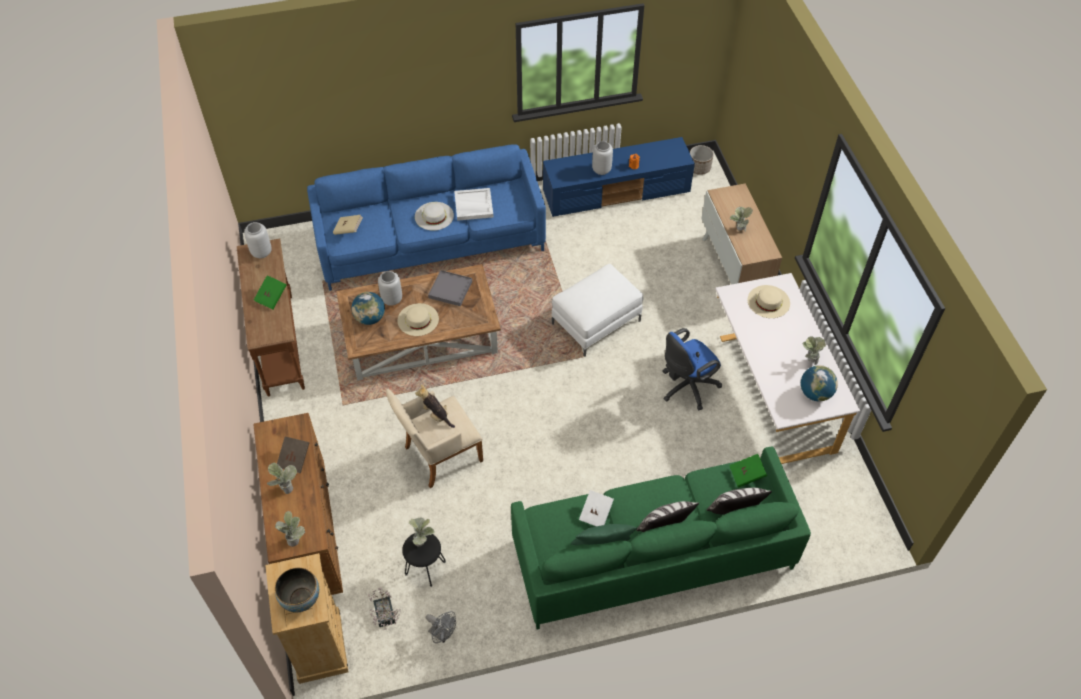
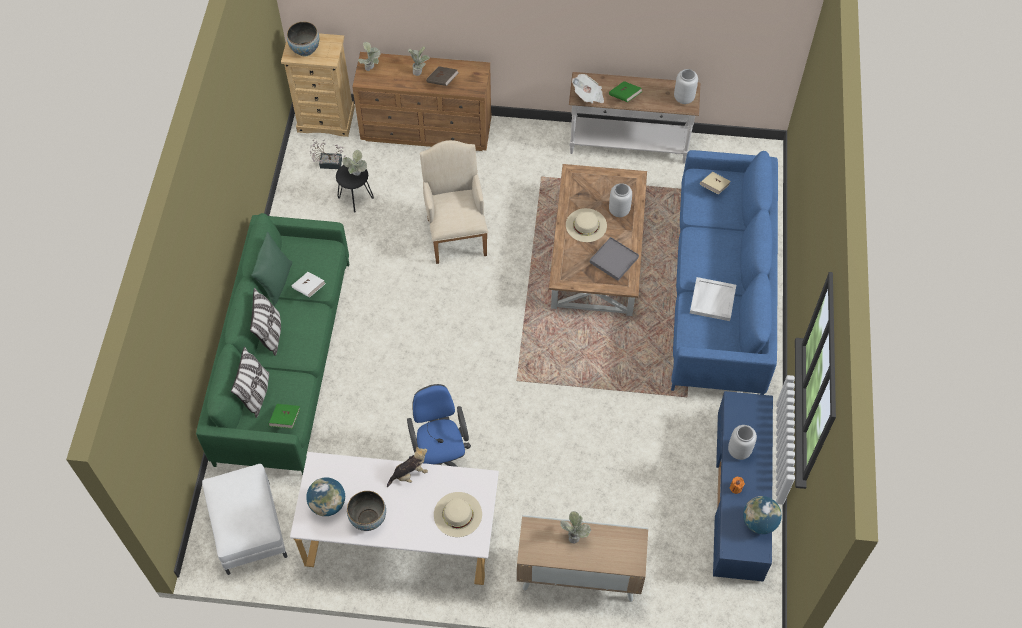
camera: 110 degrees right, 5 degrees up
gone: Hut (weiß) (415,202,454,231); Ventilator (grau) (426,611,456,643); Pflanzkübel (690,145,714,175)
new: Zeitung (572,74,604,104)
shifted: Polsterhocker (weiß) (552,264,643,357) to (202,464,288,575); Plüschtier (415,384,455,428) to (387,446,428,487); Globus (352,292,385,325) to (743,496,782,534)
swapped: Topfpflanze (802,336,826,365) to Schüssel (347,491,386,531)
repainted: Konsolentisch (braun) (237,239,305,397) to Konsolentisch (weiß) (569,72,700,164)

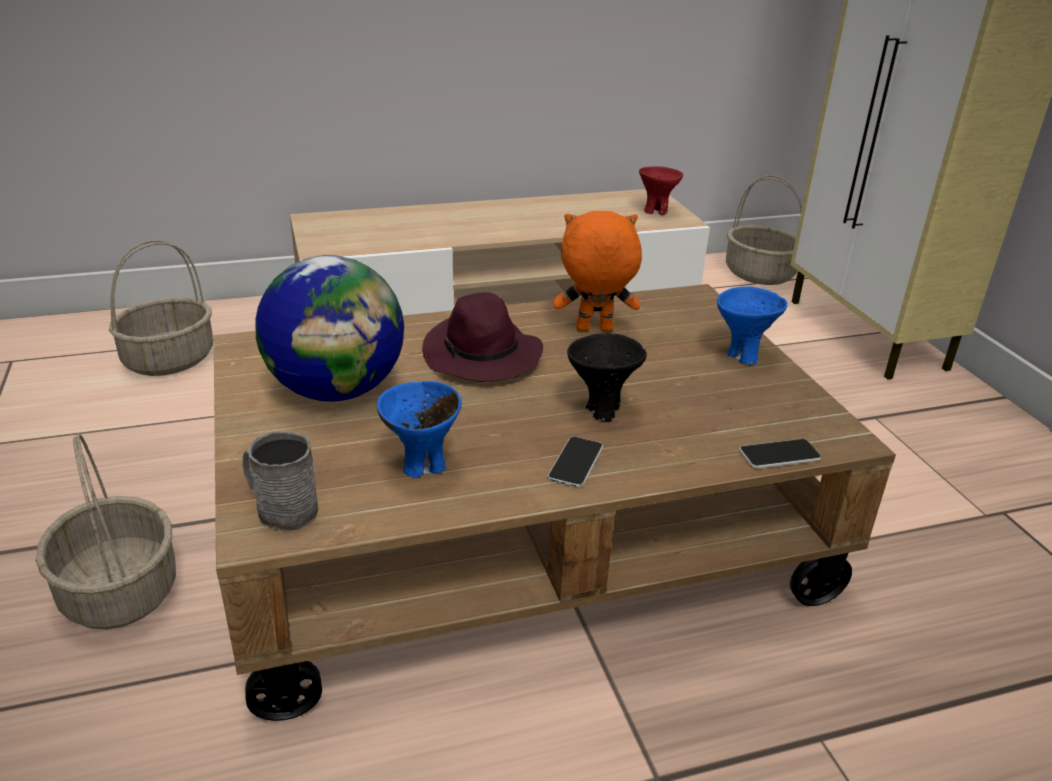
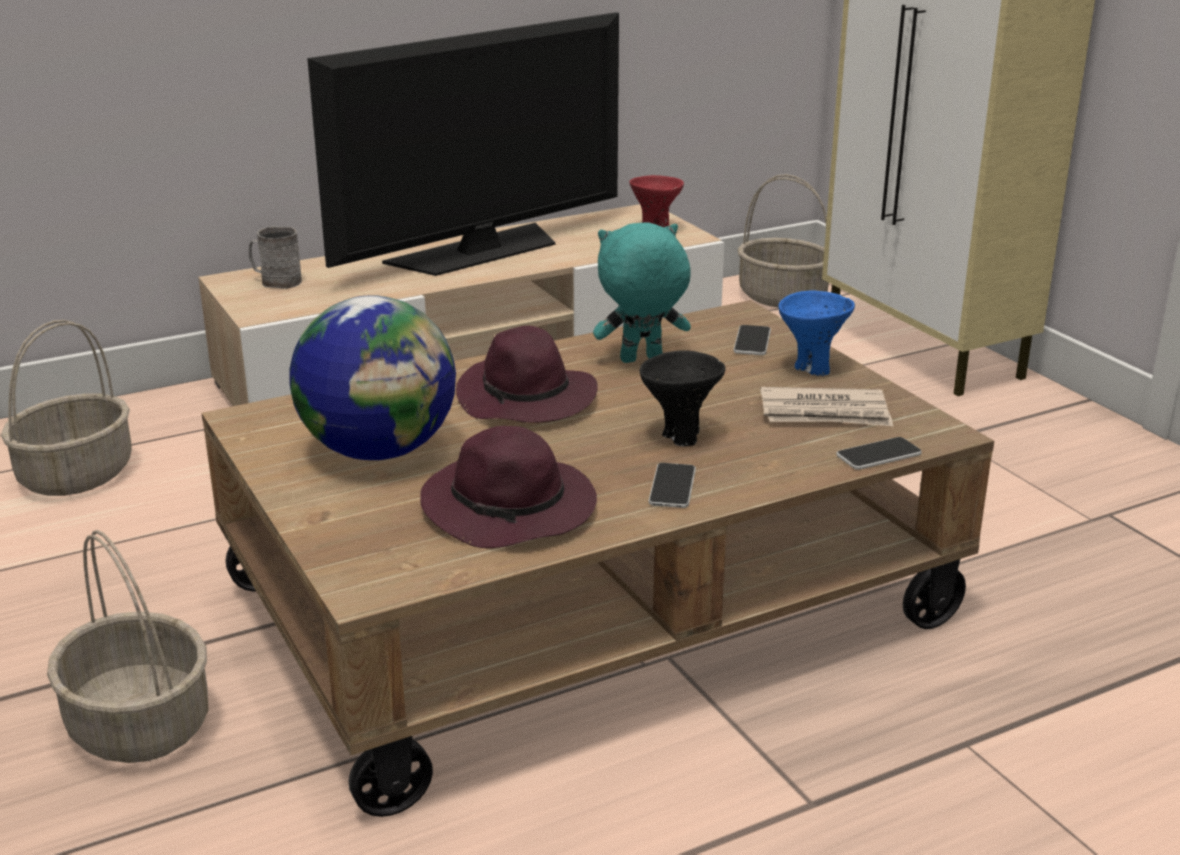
camera: 10 degrees left, 5 degrees down
new: Fernseher (307,12,619,276); Handy (733,325,771,355); Zeitung (760,387,893,426)
shifted: Henkelbecher (grau) (243,431,318,531) to (249,226,302,289)
swapped: Schüssel (blau) (377,381,462,478) to Hut (lila) (420,426,597,548)
repainted: Plüschtier (orange) (553,211,642,331) to Plüschtier (türkis) (593,222,691,363)

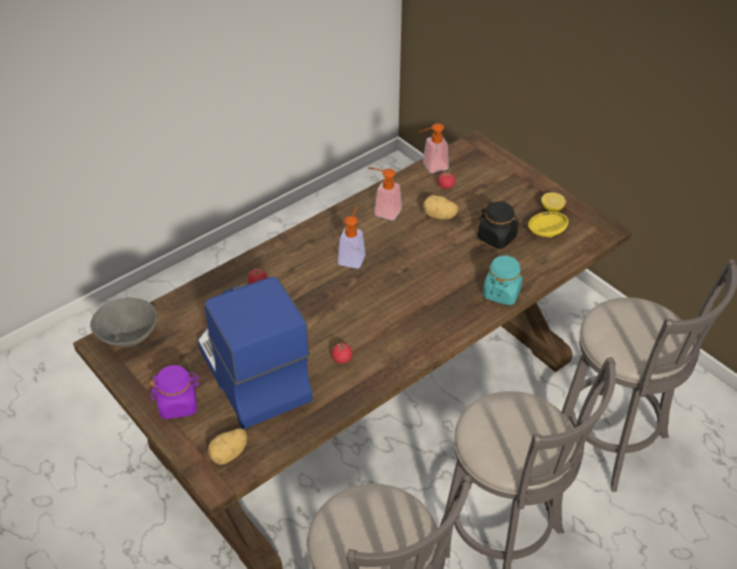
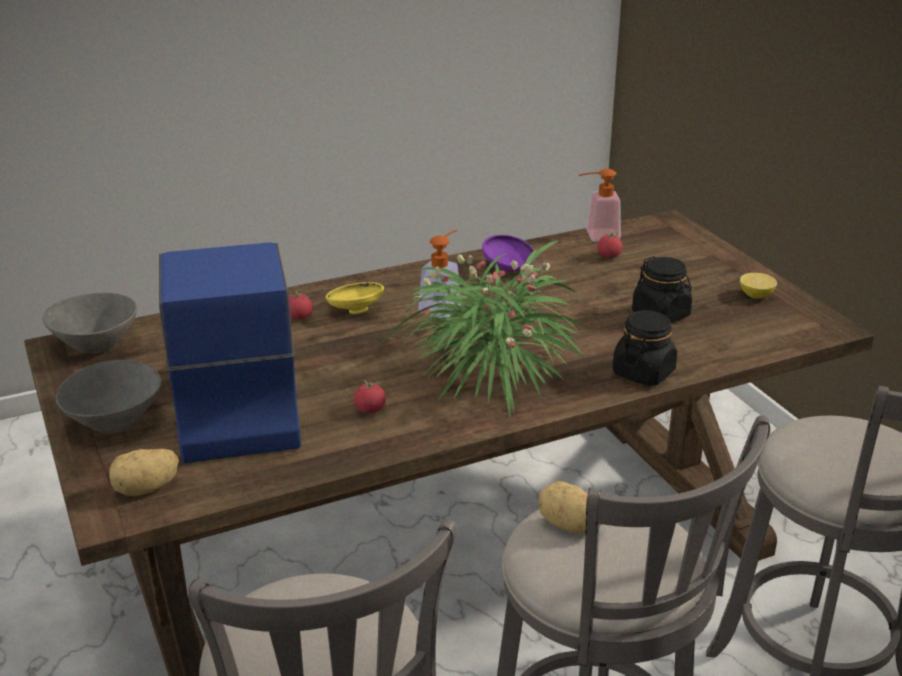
camera: 15 degrees right, 15 degrees down
new: Topfpflanze (377,241,593,418)
shifted: Schüssel (gelb) (528,211,568,237) to (326,282,384,314); Kartoffel (423,195,458,220) to (539,481,601,533)
swapped: Vorratsglas (lila) (150,365,200,419) to Schüssel (grau) (56,360,161,434); Seifenspender (368,168,402,220) to Schüssel (lila) (482,235,536,271)
repainted: Vorratsglas (türkis) (483,255,523,305) to Vorratsglas (schwarz) (612,310,677,386)

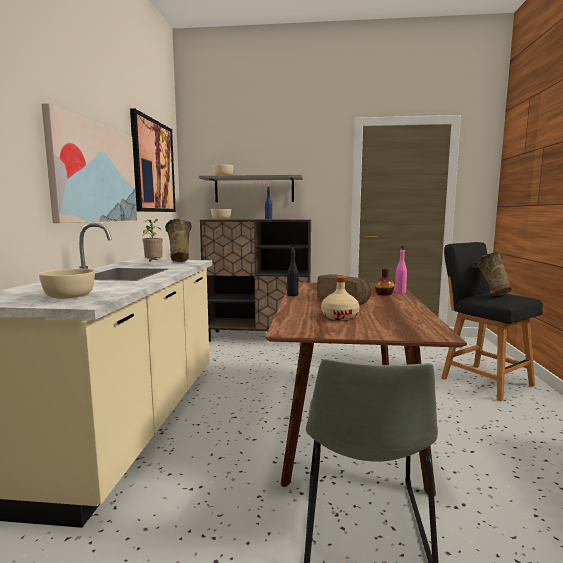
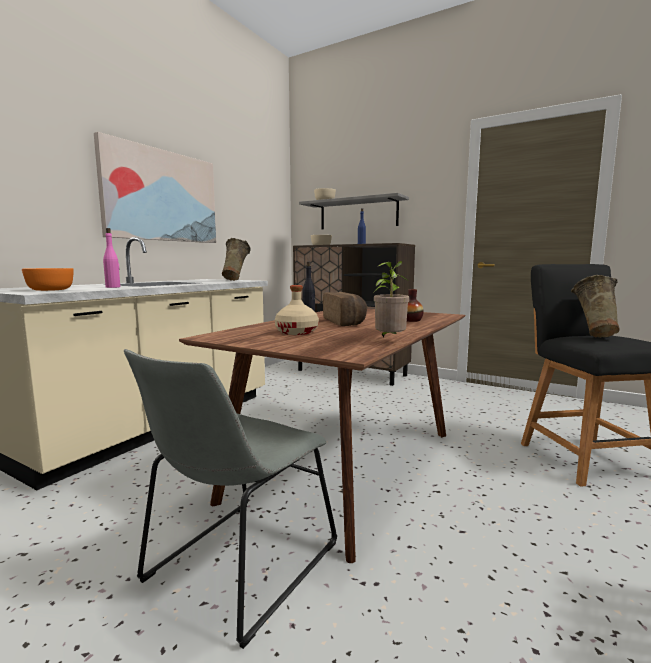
camera: 25 degrees right, 0 degrees up
gone: Bild (130,108,176,212)
shifted: Flasche (rosa) (395,246,407,293) to (103,228,120,288); Topfpflanze (142,219,163,263) to (373,261,409,338)
repainted: Schüssel (beige) (39,269,95,299) to Schüssel (orange) (22,268,74,291)

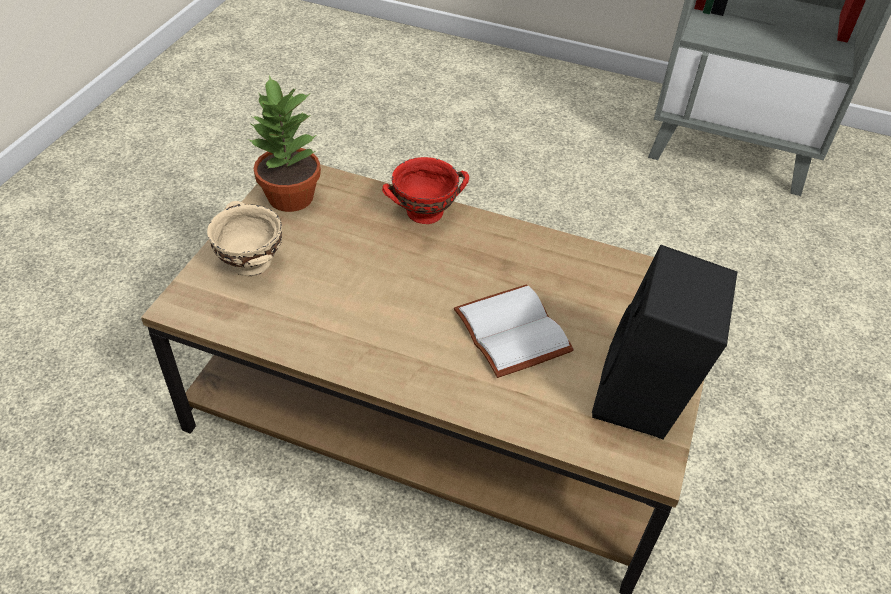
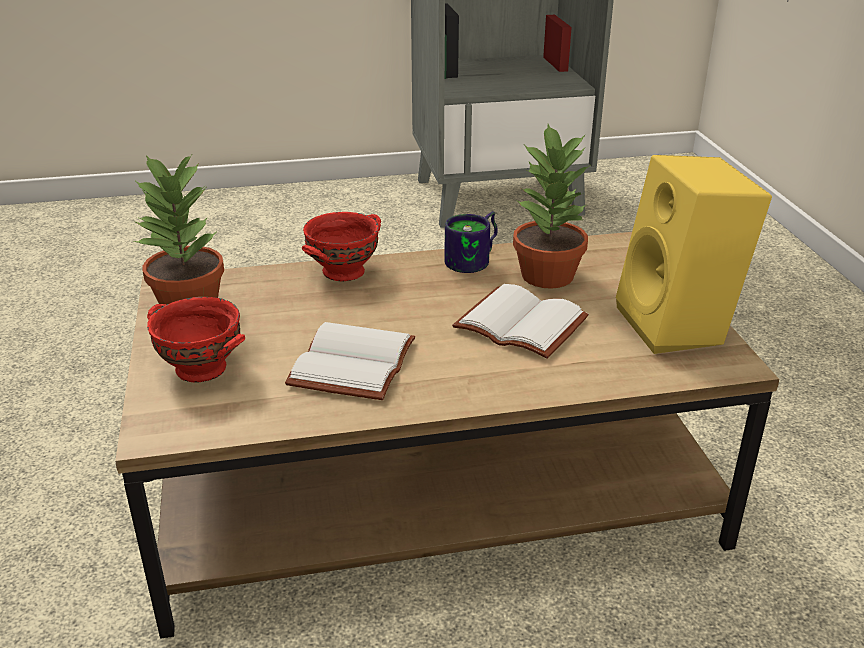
camera: 30 degrees left, 15 degrees down
new: Buch (weiß) (285,322,415,400); Henkelbecher (444,211,498,273); Topfpflanze (513,124,589,289)
repainted: Schüssel (beige) (207,201,282,276) to Schüssel (rot) (147,297,245,382); Lautsprecher (schwarz) (592,245,737,439) to Lautsprecher (gelb) (616,155,772,354)

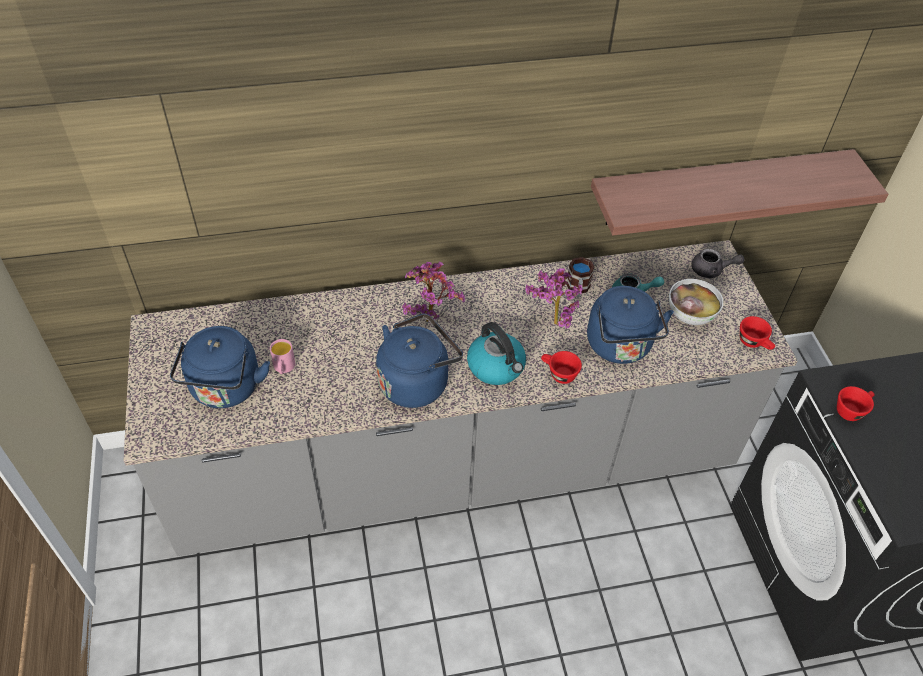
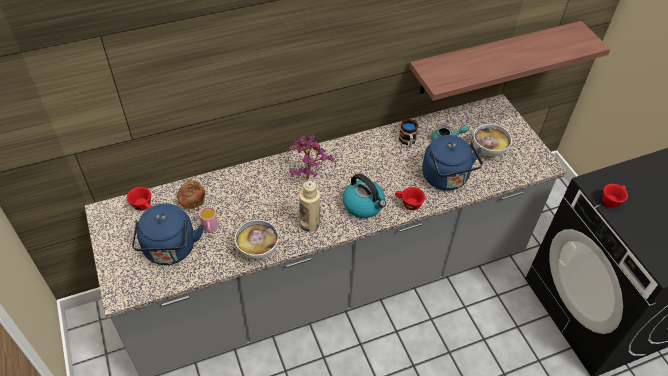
camera: 10 degrees left, 0 degrees up
gone: Topfpflanze (525,268,583,329); Teekanne (grau) (692,249,745,279)
new: Brot (177,180,205,209); Schüssel (235,220,279,259)
shifted: Tasse (rot) (740,316,775,350) to (127,187,152,211)
swapped: Wasserkessel (blau) (376,313,463,408) to Flasche (beige) (299,181,320,232)

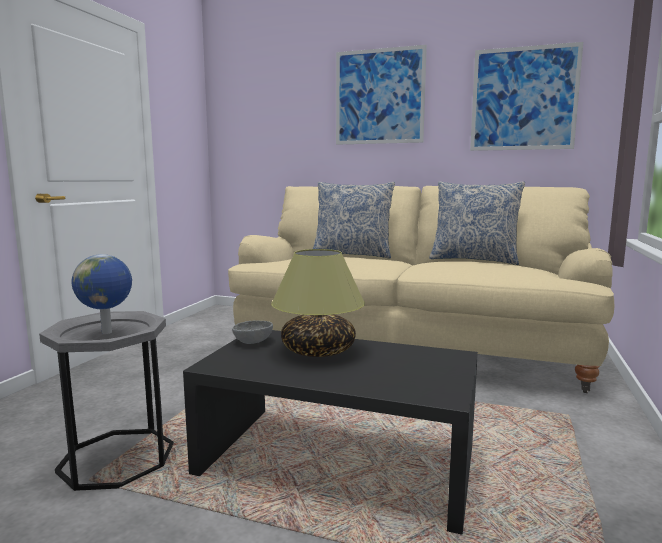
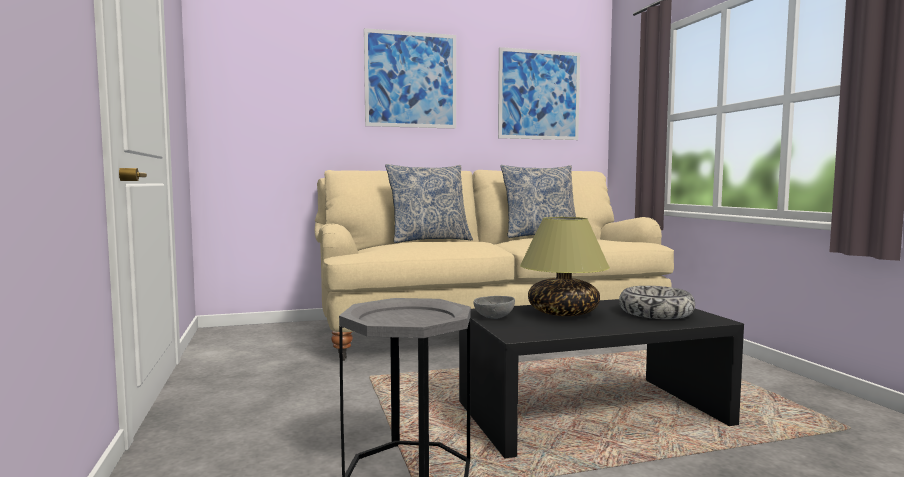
camera: 35 degrees left, 5 degrees down
gone: Globus (72,254,132,334)
new: Schüssel (619,286,695,319)

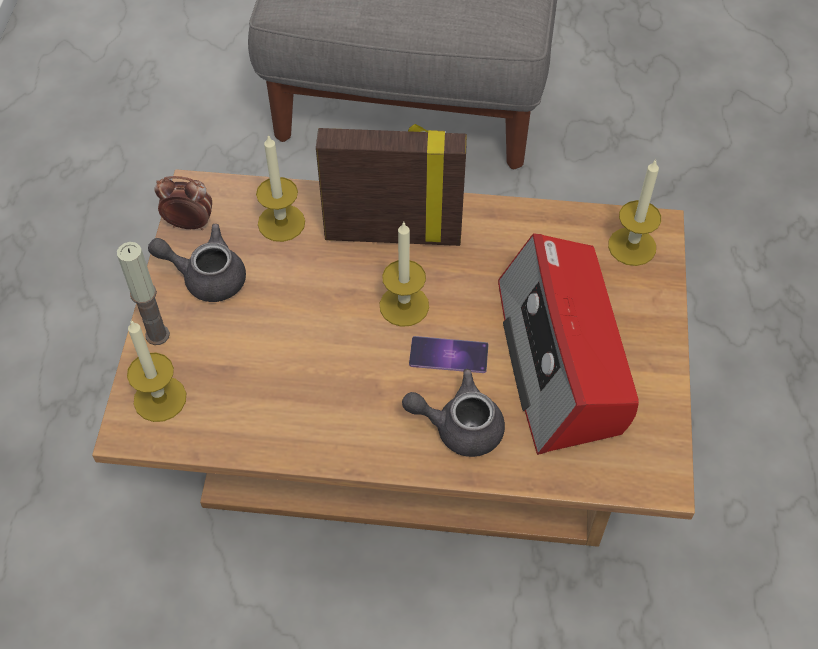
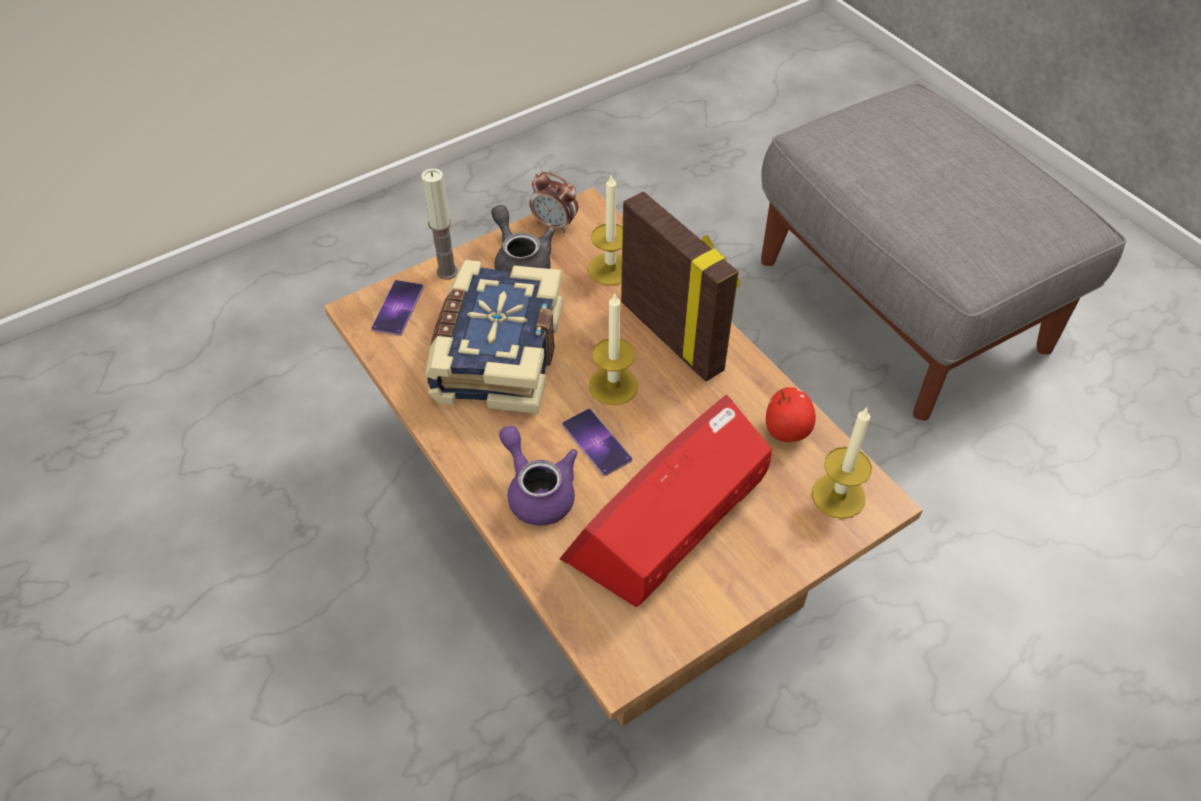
camera: 50 degrees right, 5 degrees down
new: Buch (425,260,563,414); Apfel (766,387,816,442)
swapped: Kerze (127,320,186,422) to Handy (371,280,424,336)
repainted: Teekanne (grau) (402,369,505,457) to Teekanne (lila) (499,426,578,525)
rotated: Wecker (154,176,212,230) = (530,172,578,233) 150 degrees clockwise

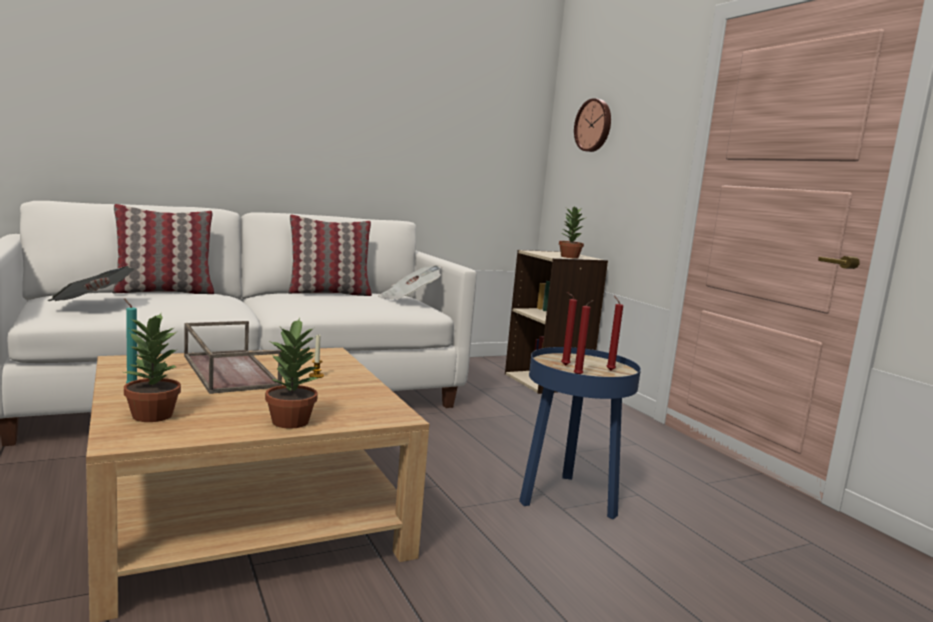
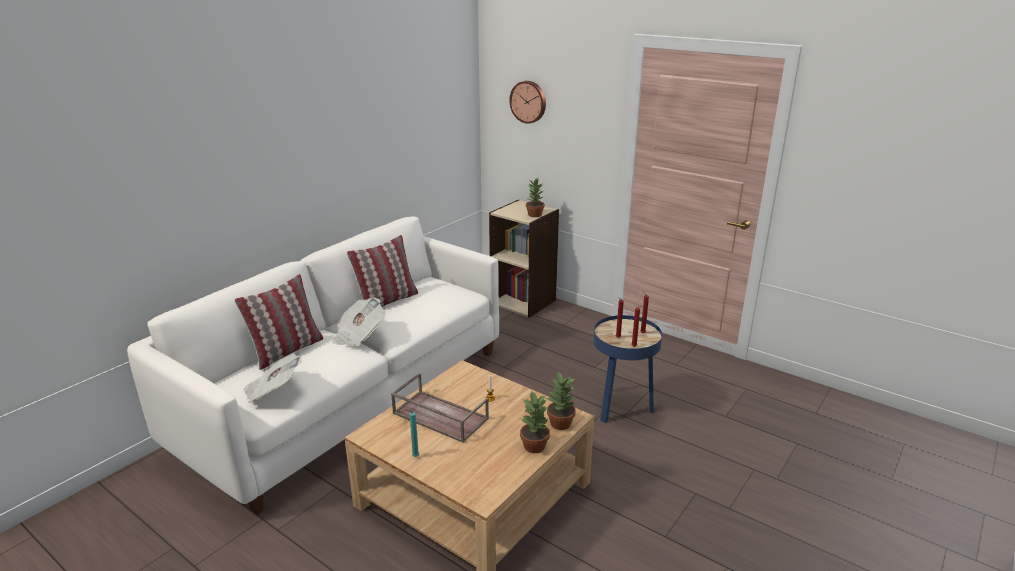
camera: 25 degrees left, 15 degrees up
shifted: Zeitung (378,265,442,300) to (332,298,385,346); Topfpflanze (124,313,181,422) to (547,372,576,430)

